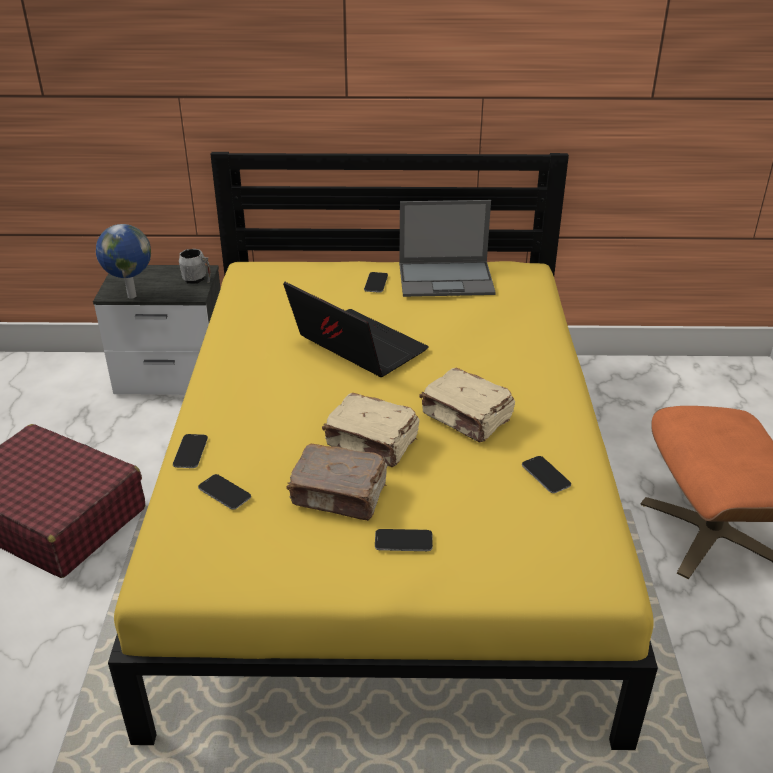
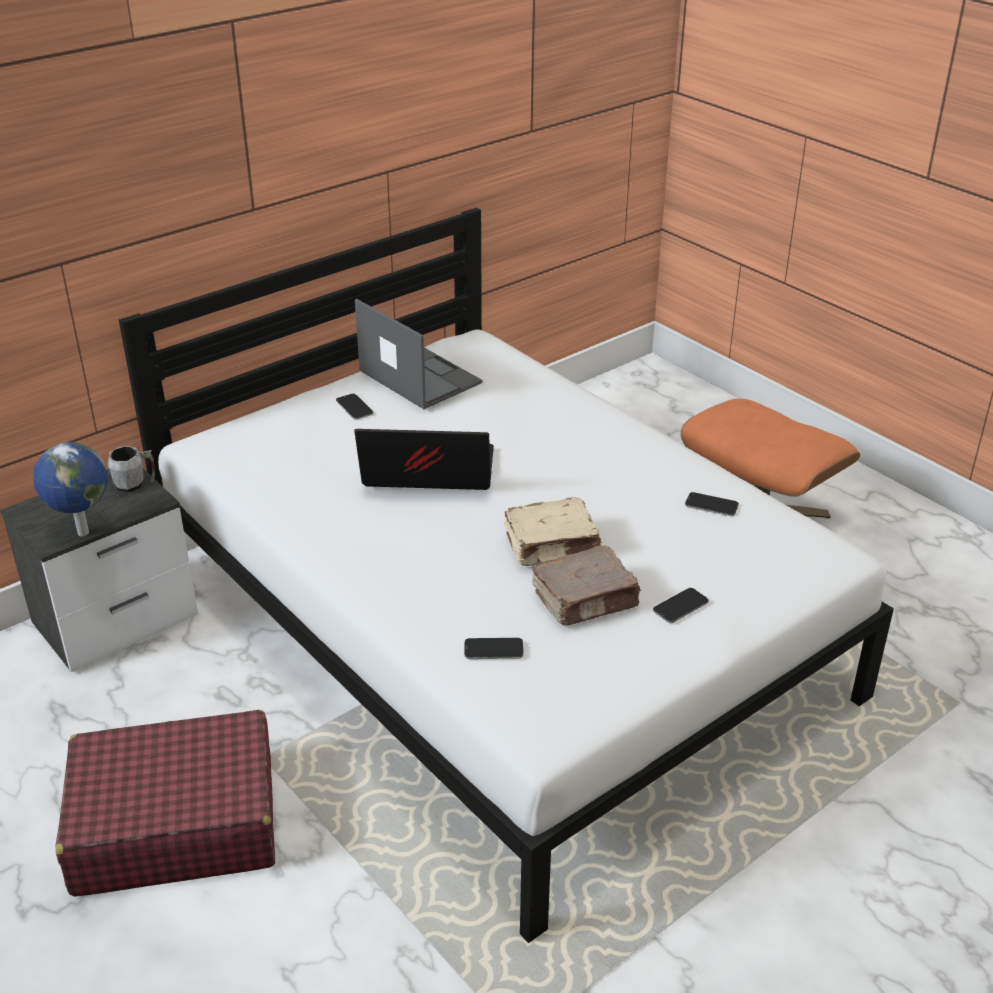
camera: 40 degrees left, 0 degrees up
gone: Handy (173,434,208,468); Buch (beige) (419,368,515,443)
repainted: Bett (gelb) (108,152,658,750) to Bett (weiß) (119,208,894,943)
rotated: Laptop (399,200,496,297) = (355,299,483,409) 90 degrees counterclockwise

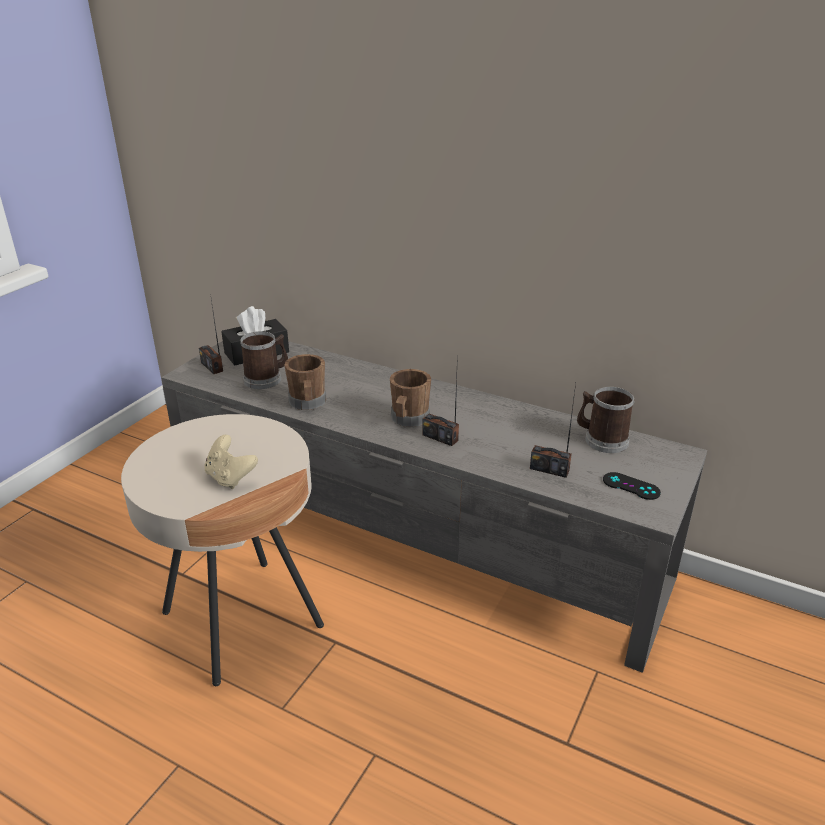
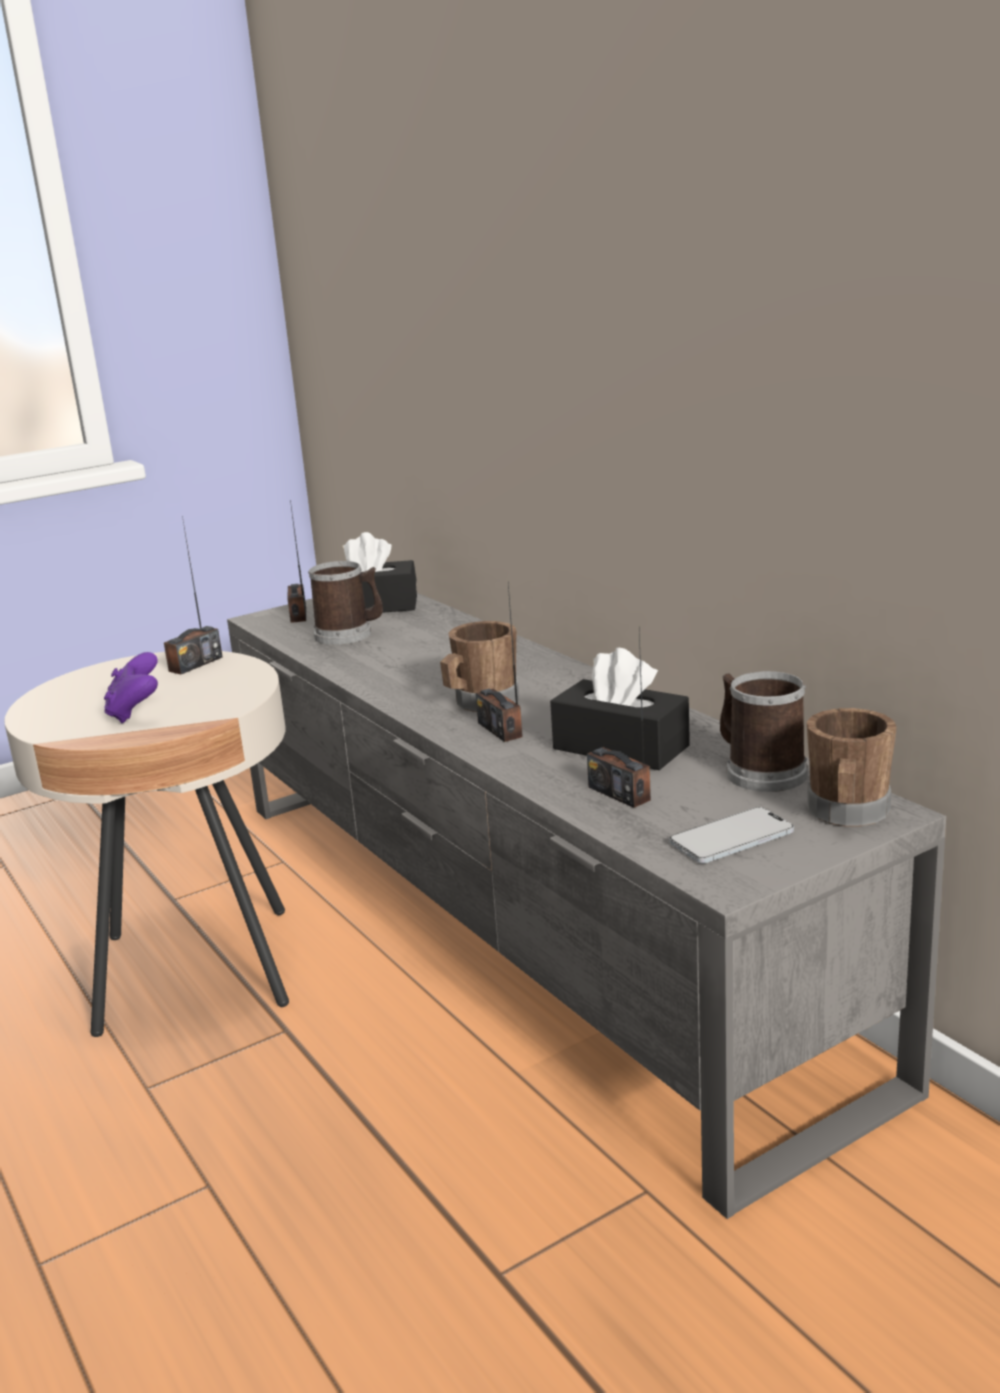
camera: 30 degrees right, 10 degrees down
new: Radio (164,516,223,675); Taschentuchbox (schwarz) (550,648,690,770)
shifted: Henkelbecher (braun) (284,354,326,410) to (807,708,897,827)
swapped: Gamepad (schwarz) (603,472,661,500) to Handy (670,807,794,863)
repainted: Gamepad (beige) (204,435,258,489) to Gamepad (lila) (104,652,158,723)

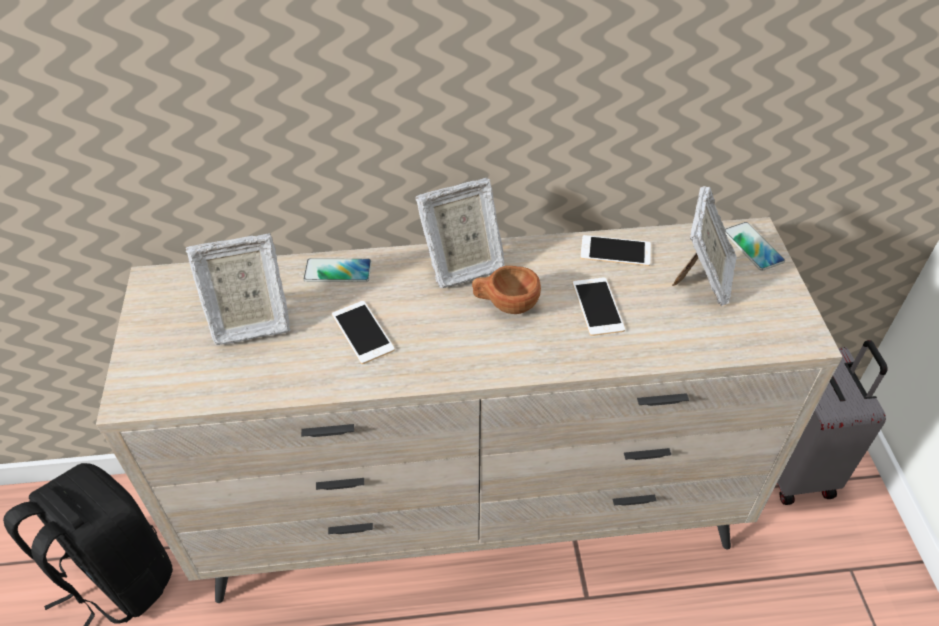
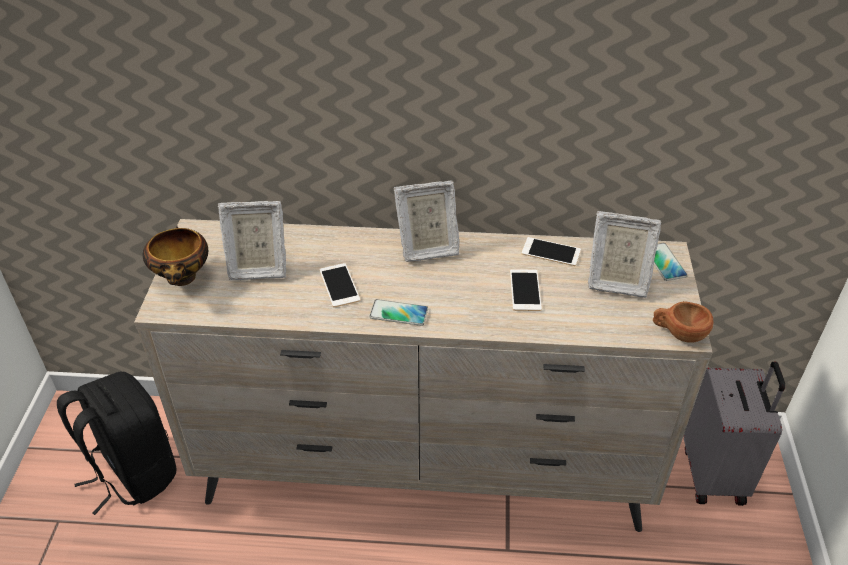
camera: 10 degrees right, 5 degrees down
new: Schüssel (143,226,208,286)
shifted: Handy (303,258,372,282) to (369,299,428,326); Tasse (braun) (472,266,541,314) to (653,301,714,343)
rotated: Bilderrahmen (672,186,737,306) = (588,211,661,298) 75 degrees clockwise

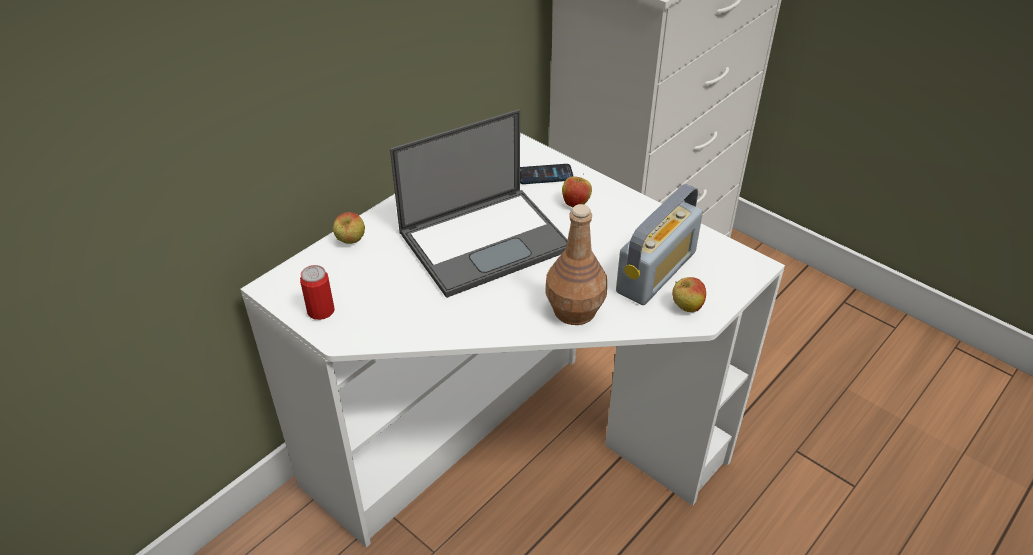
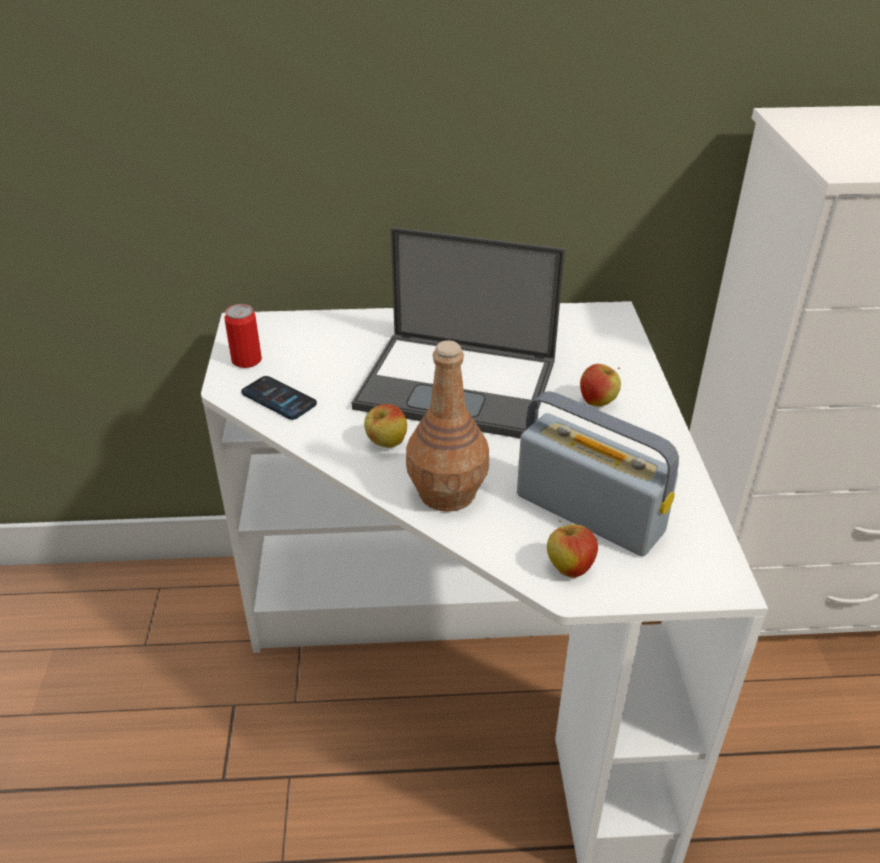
camera: 45 degrees right, 5 degrees down
shifted: Handy (520,164,573,184) to (241,376,317,420); Apfel (333,212,365,244) to (364,404,407,448)
rotated: Radio (616,184,703,305) = (517,391,679,556) 135 degrees counterclockwise

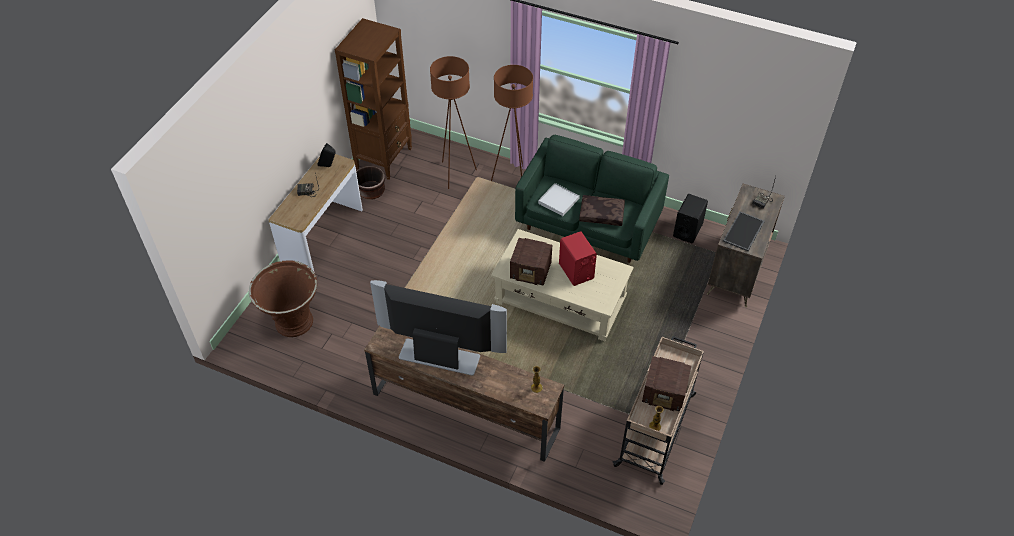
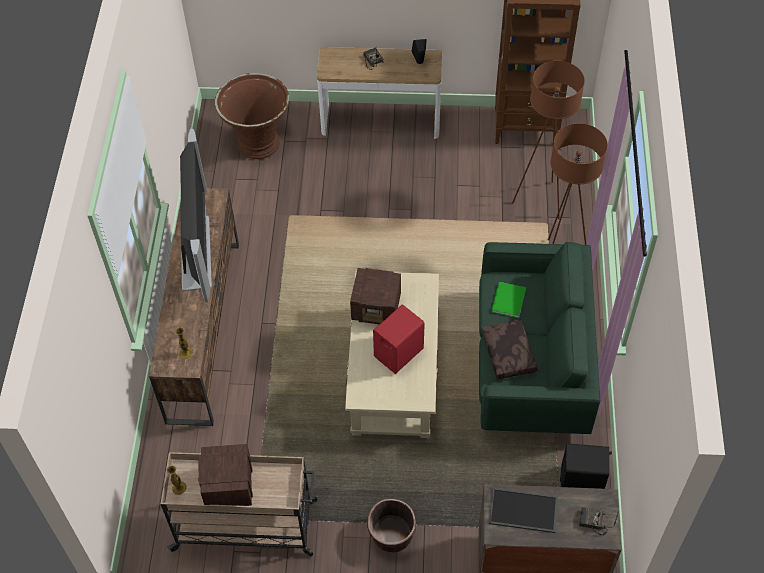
camera: 70 degrees right, 5 degrees up
shifted: Pflanzkübel (braun) (356,166,385,200) to (367,499,416,552)
swapped: Tablett (weiß) (538,183,580,216) to Buch (grün) (491,282,526,318)
rotated: Radio (510,238,552,286) = (350,268,401,324) 75 degrees counterclockwise

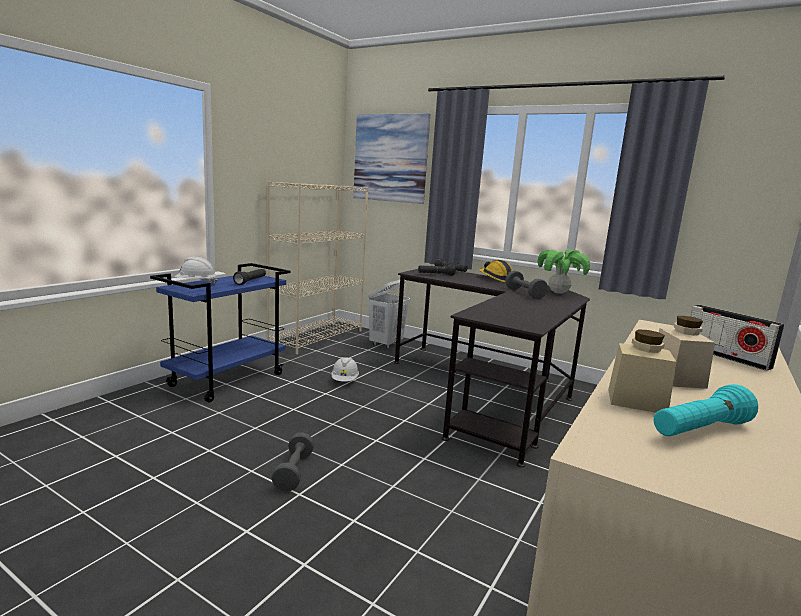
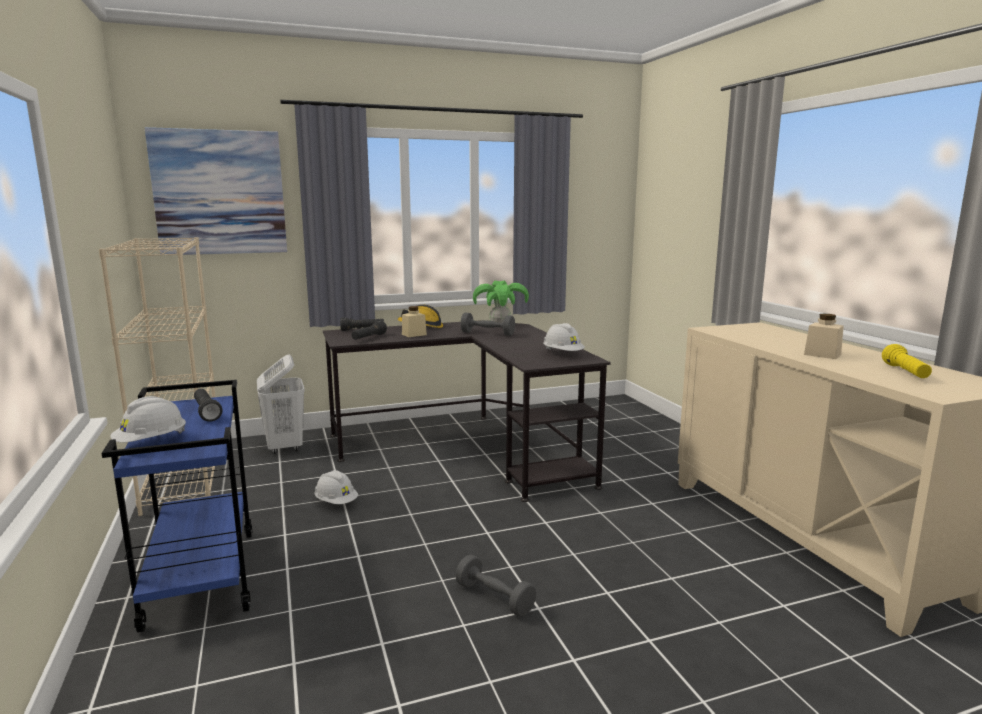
camera: 50 degrees left, 0 degrees up
gone: Radio (690,305,785,371)
new: Schutzhelm (weiß) (543,323,585,351)
shifted: Vorratsglas (beige) (608,329,676,413) to (402,306,427,337)
repainted: Taschenlampe (türkis) (653,384,758,436) to Taschenlampe (gelb) (882,344,932,378)

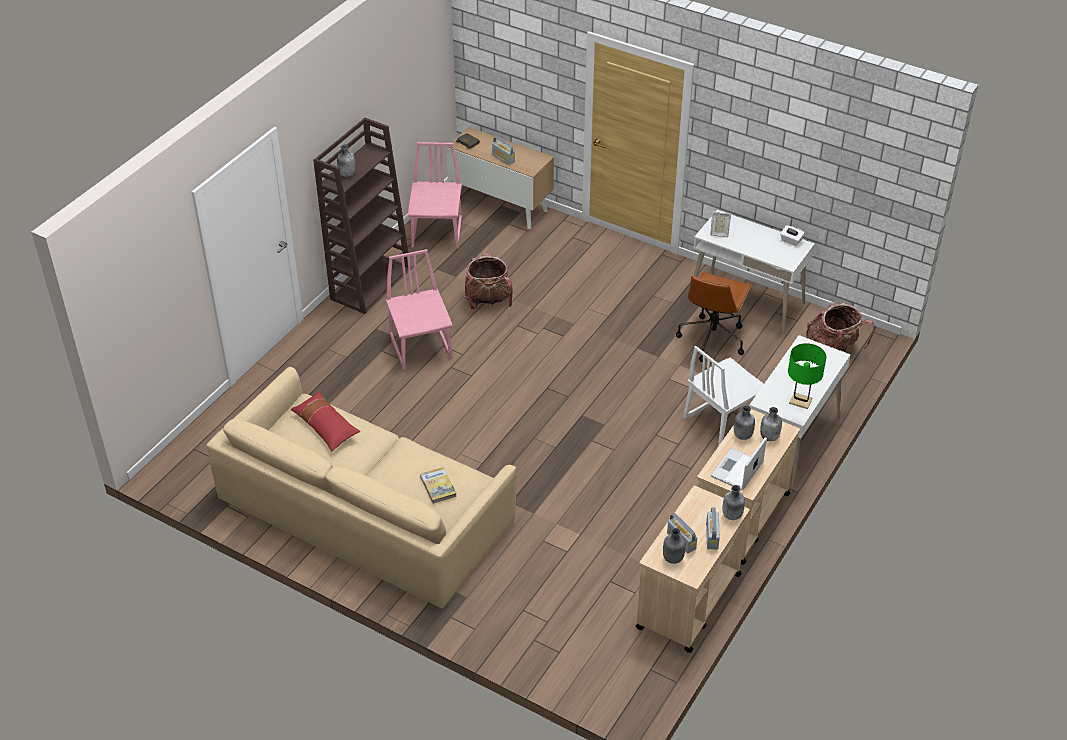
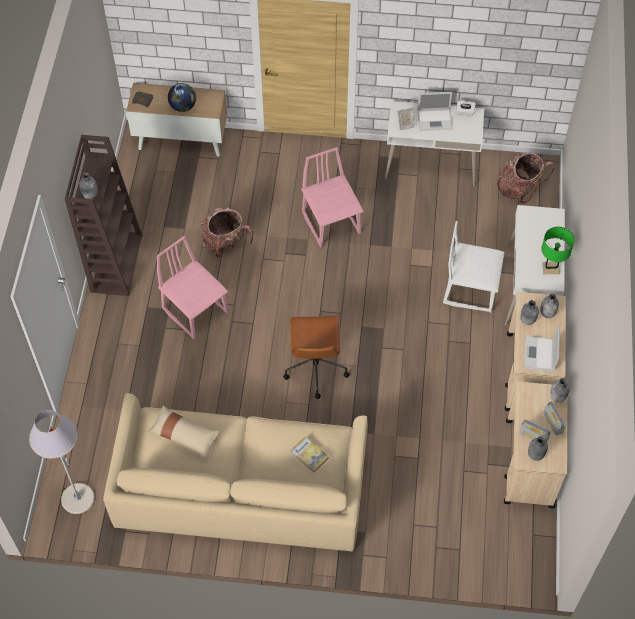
camera: 25 degrees left, 15 degrees up
new: Stehlampe (grau) (29,410,95,514); Laptop (417,92,453,131)
shifted: Bürostuhl (braun) (676,272,752,362) to (283,316,350,399); Stuhl (rosa) (408,142,462,248) to (301,147,363,248)
swapped: Radio (492,136,515,165) to Globus (168,83,196,112)
repainted: Kissen (rot) (291,391,360,451) to Kissen (beige) (148,406,221,459)
rotated: Stuhl (weiß) (683,346,764,446) = (443,221,505,312) 75 degrees clockwise

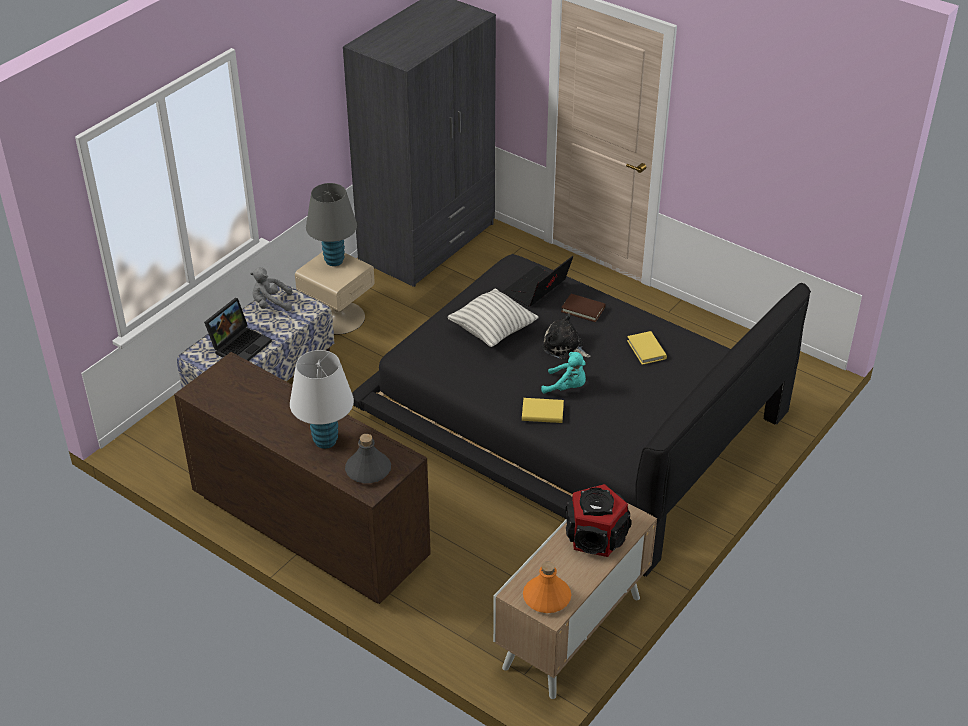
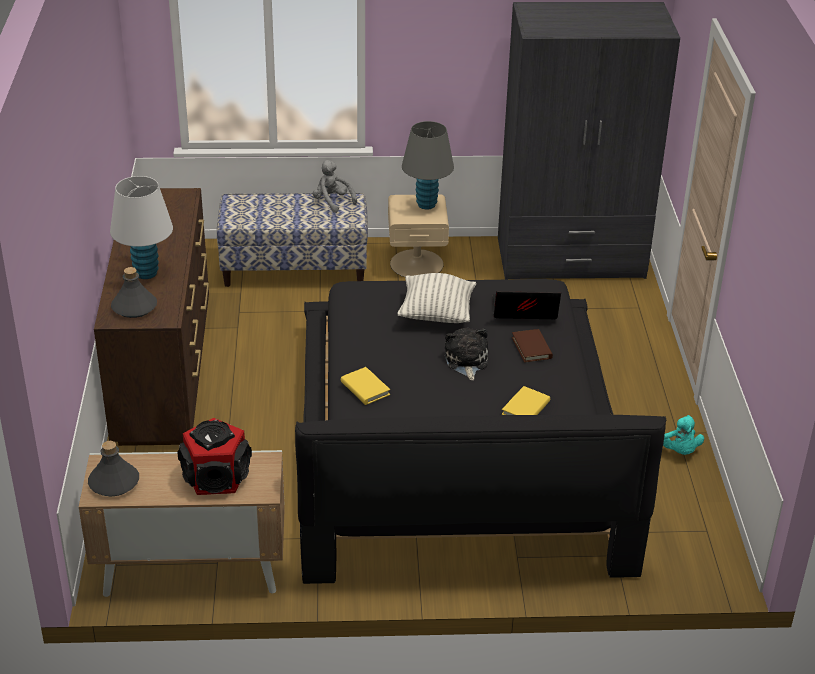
camera: 50 degrees right, 5 degrees down
gone: Laptop (204,298,272,361)
shifted: Plüschtier (türkis) (541,352,586,393) to (663,415,704,455)
repainted: Flasche (orange) (523,561,571,613) to Flasche (grau) (88,441,139,496)

